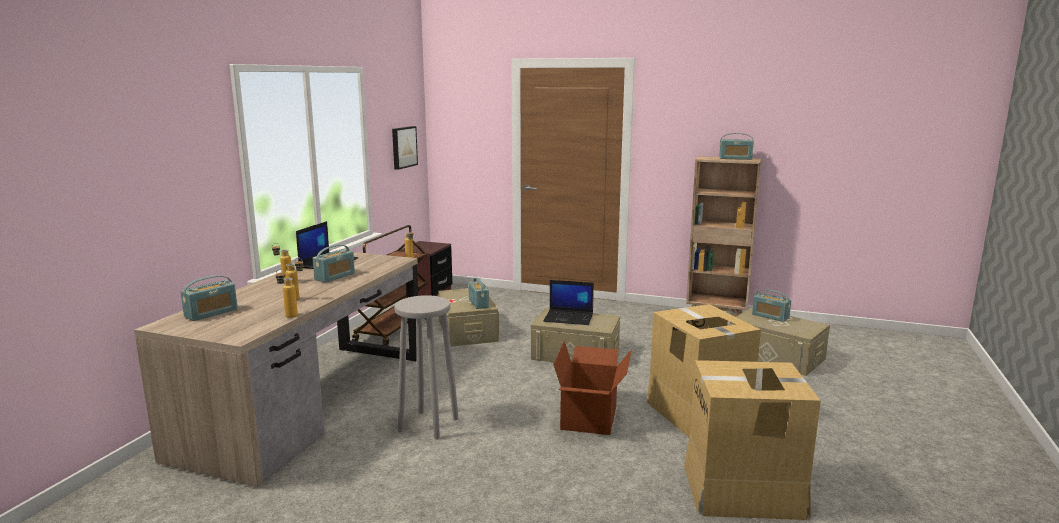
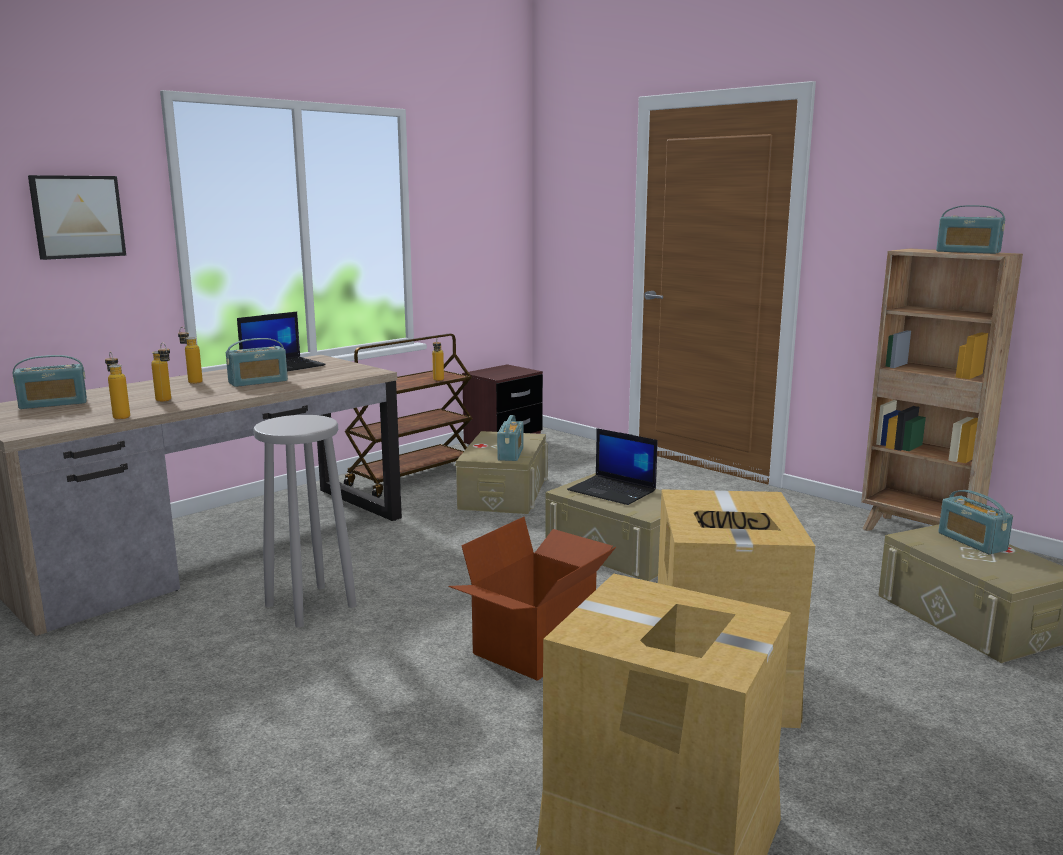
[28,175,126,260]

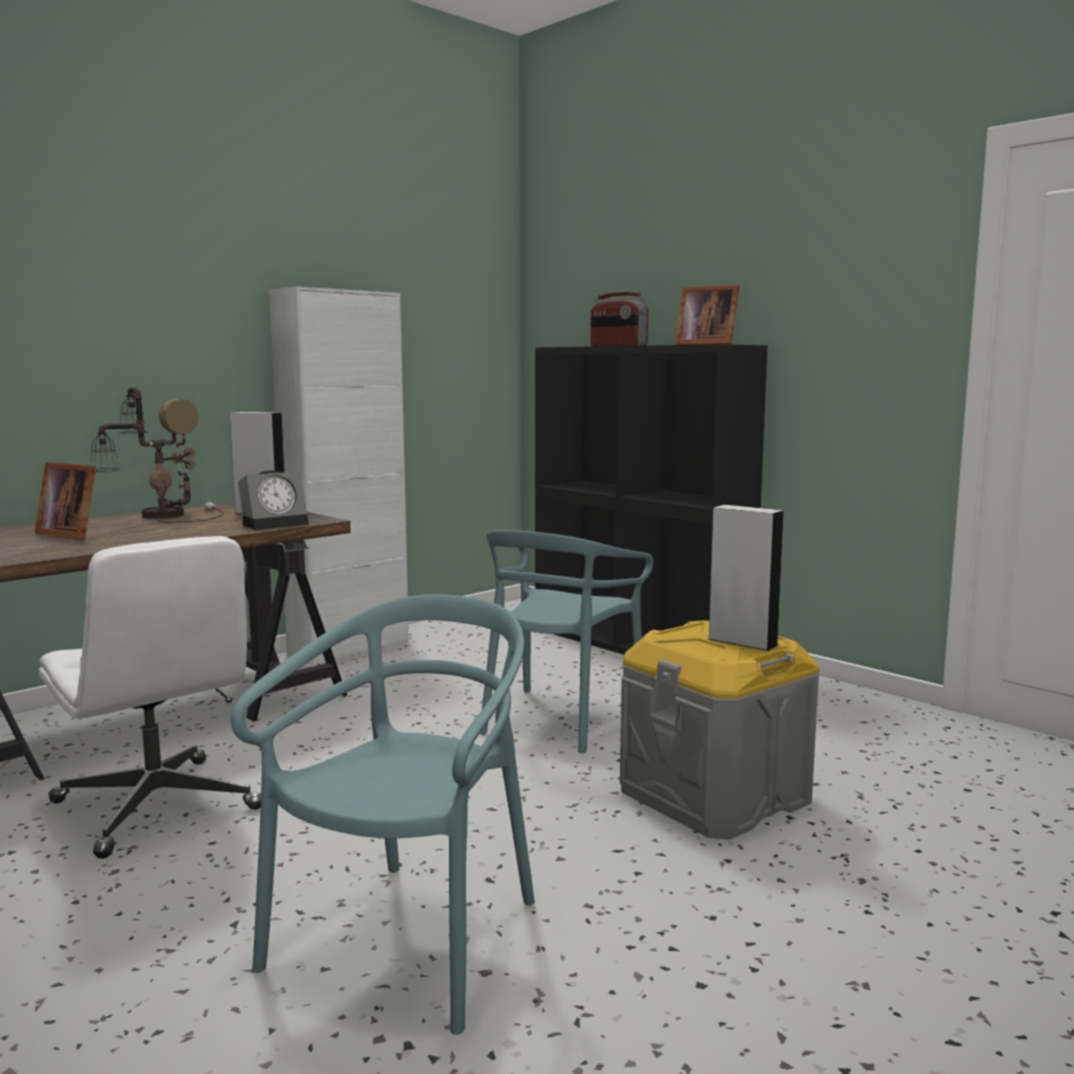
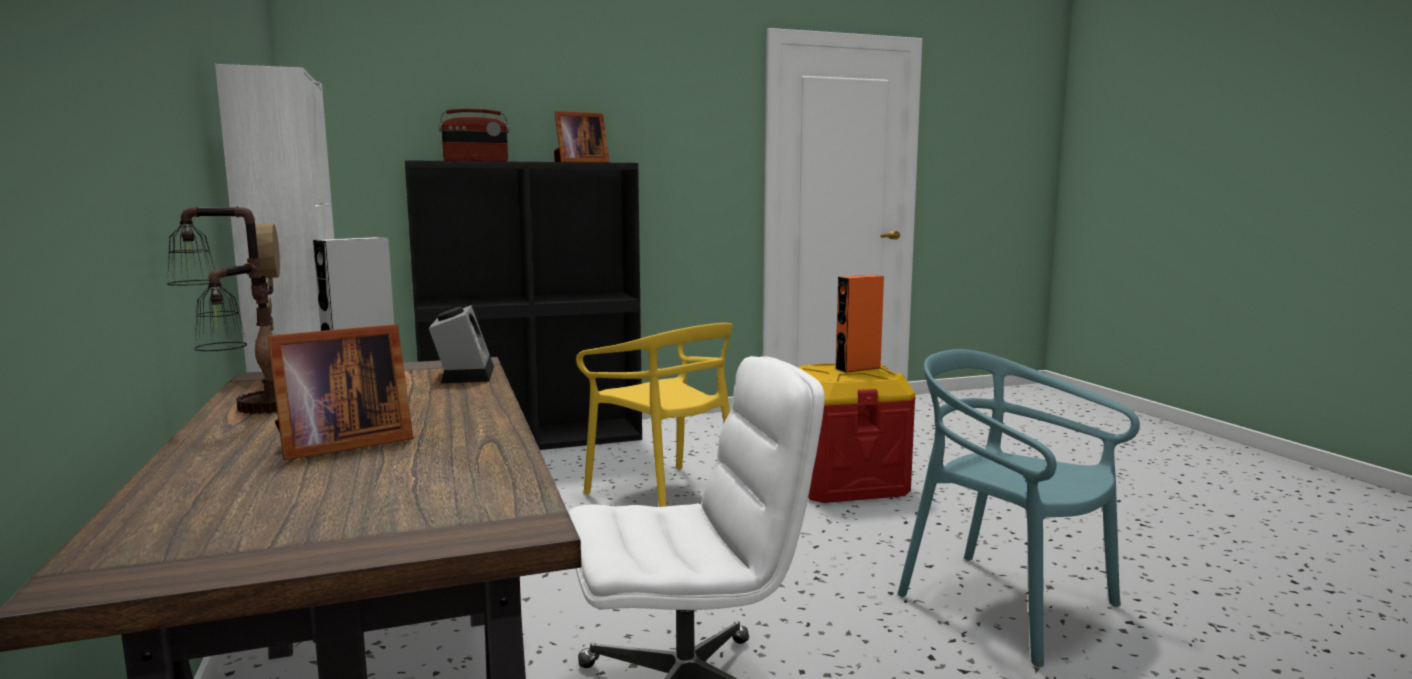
[576,323,732,507]
[798,363,916,503]
[835,275,884,373]

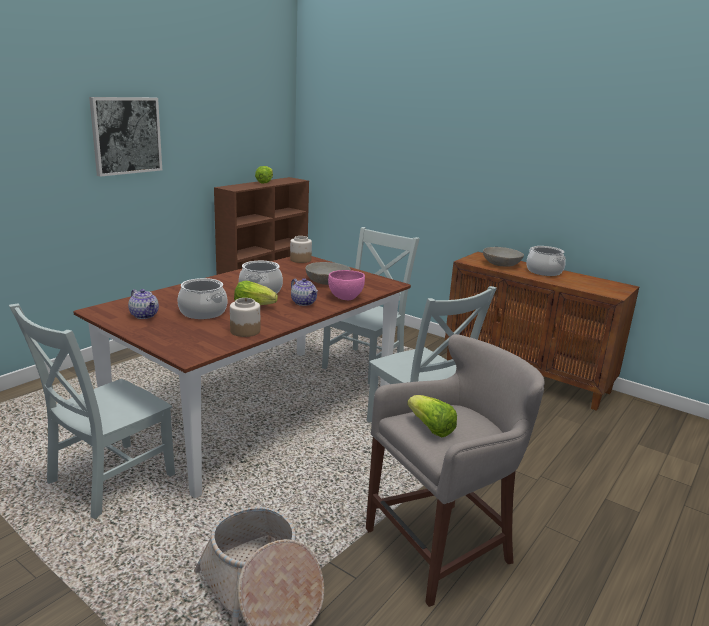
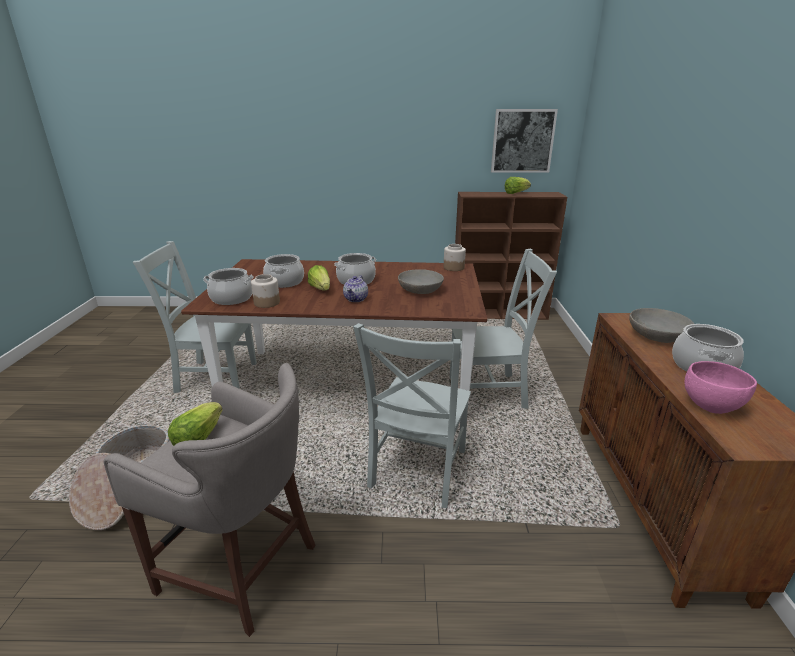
[491,109,558,173]
[128,289,159,319] (first image)
[685,361,757,414]
[203,268,254,305]

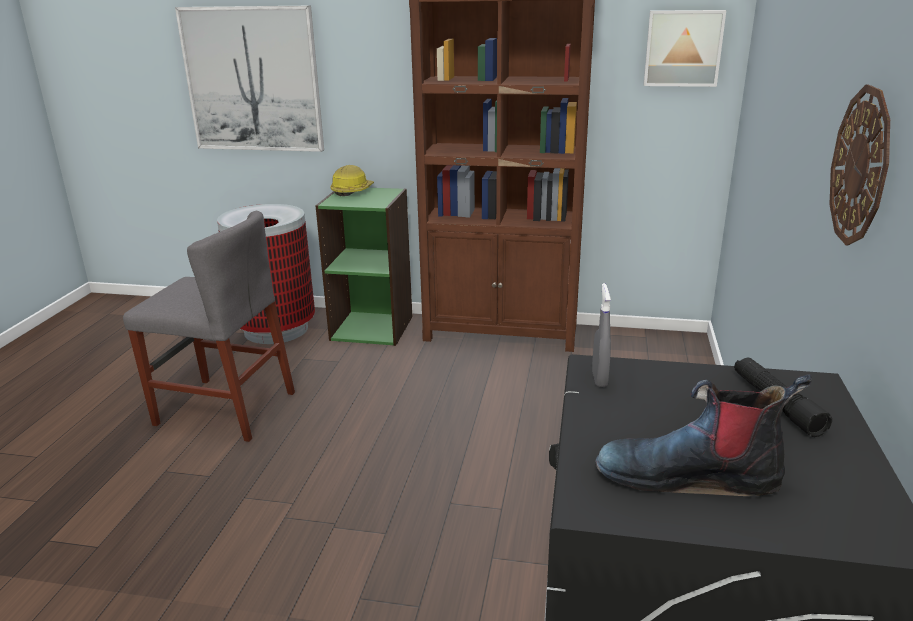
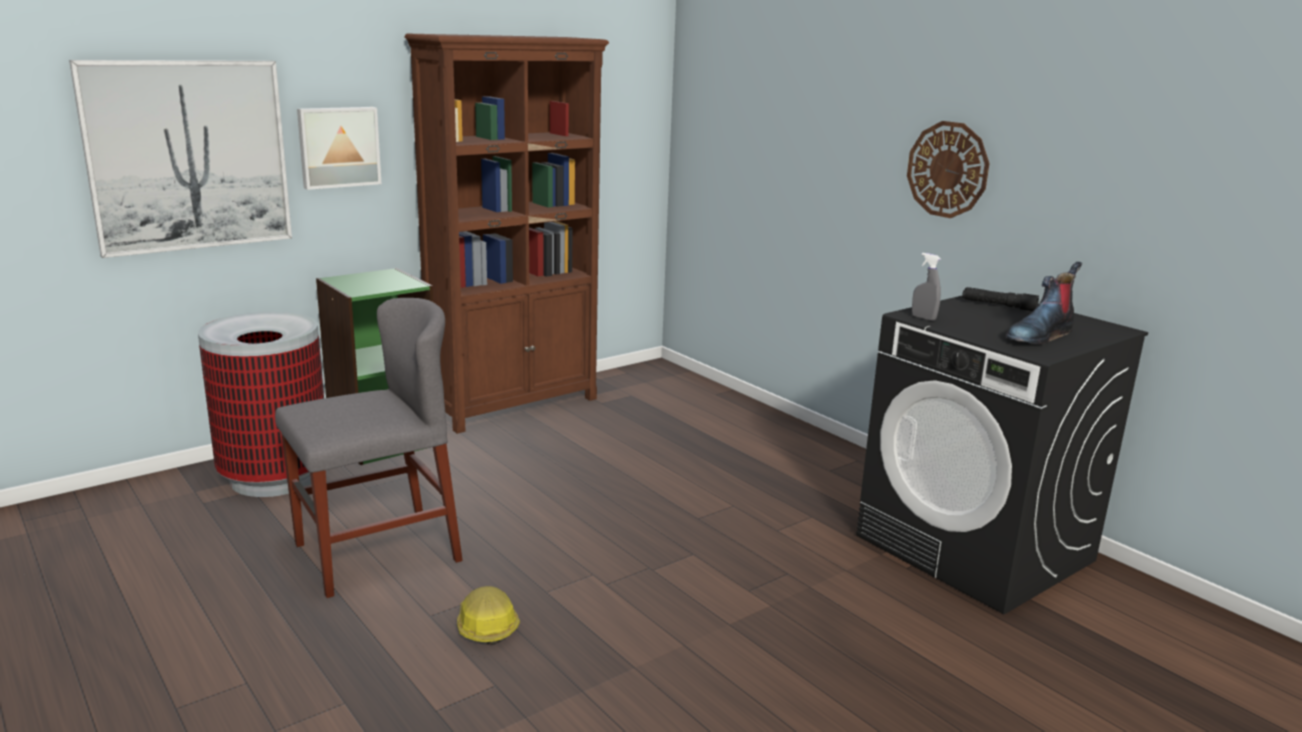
[457,586,520,645]
[297,107,382,190]

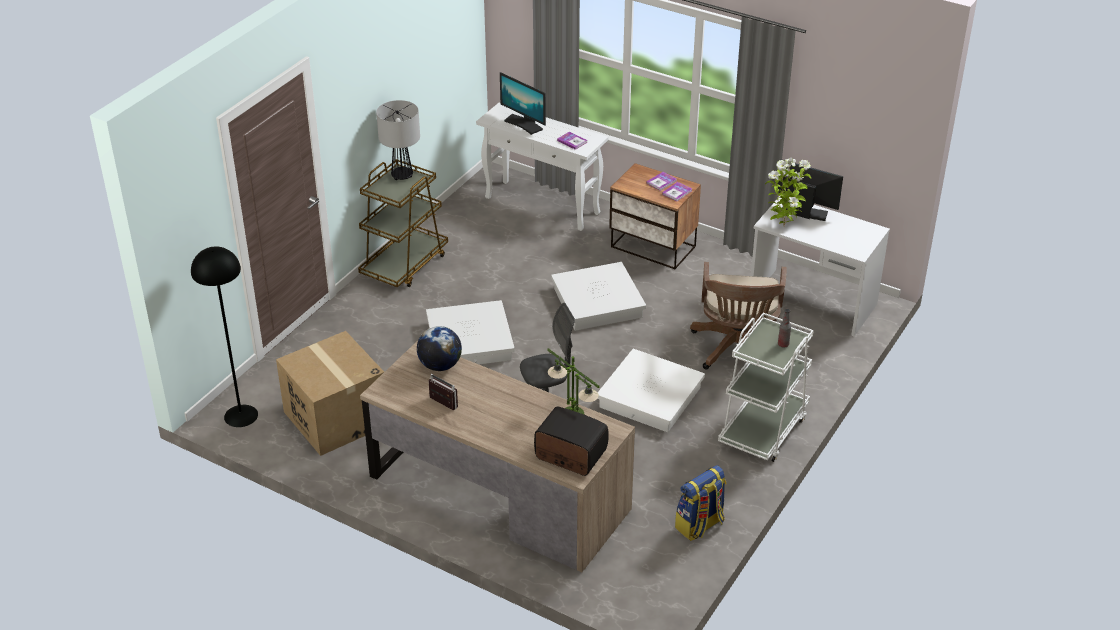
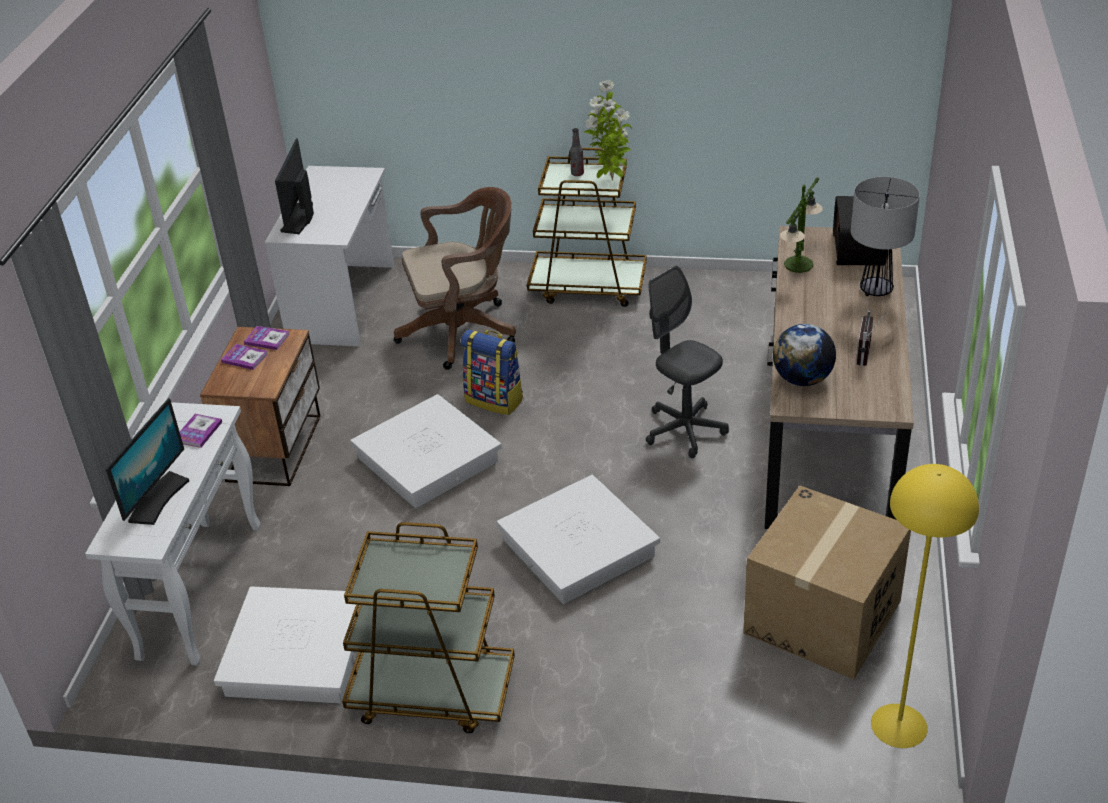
[871,464,979,748]
[851,177,920,296]
[214,587,359,703]
[461,330,523,415]
[527,148,646,307]
[584,80,632,181]

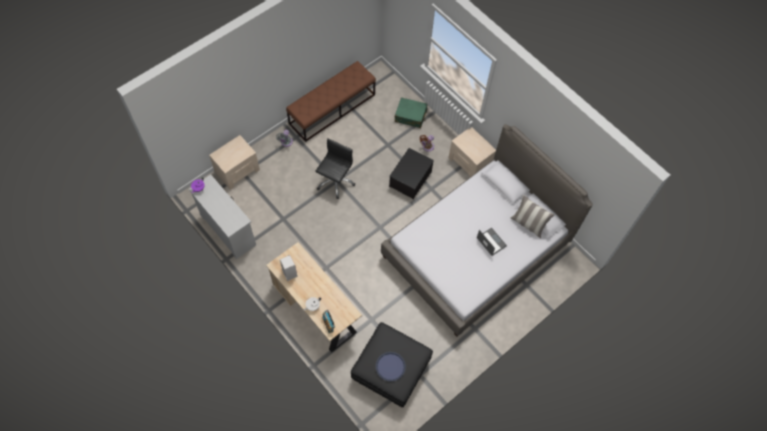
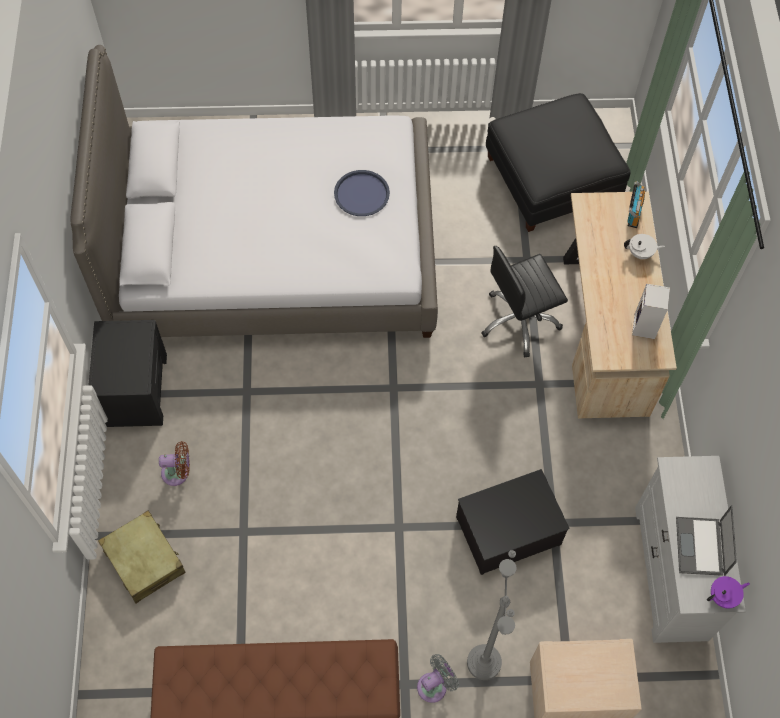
[481,246,568,357]
[334,170,390,216]
[456,469,570,575]
[98,510,185,603]
[89,320,167,427]
[676,505,737,576]
[511,195,554,238] (first image)
[467,550,517,680]

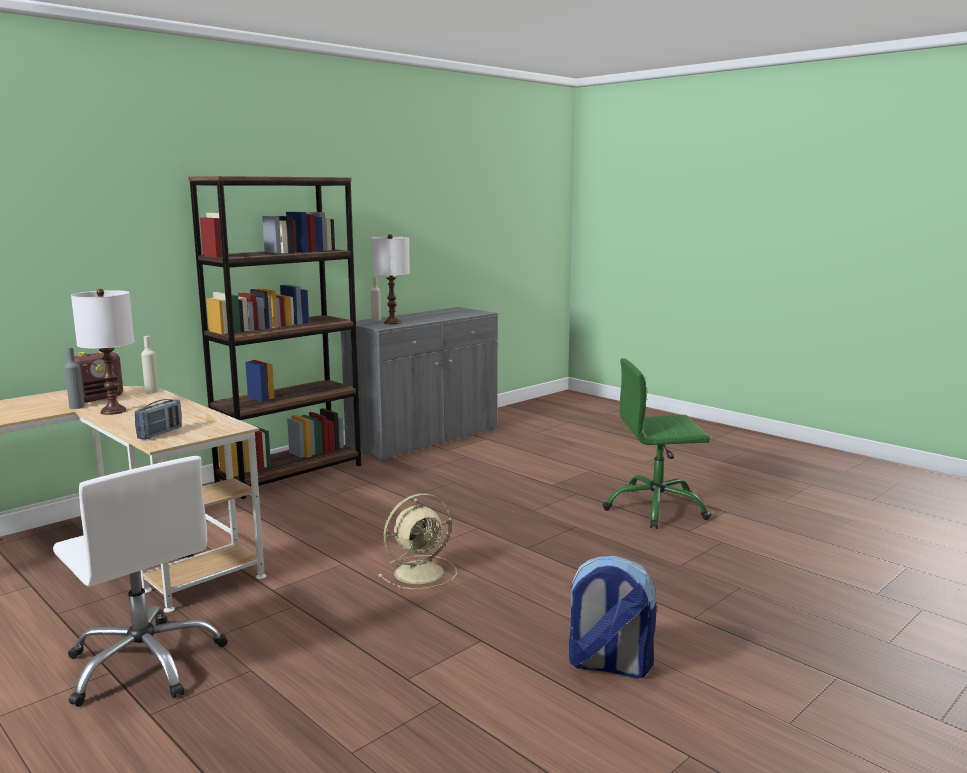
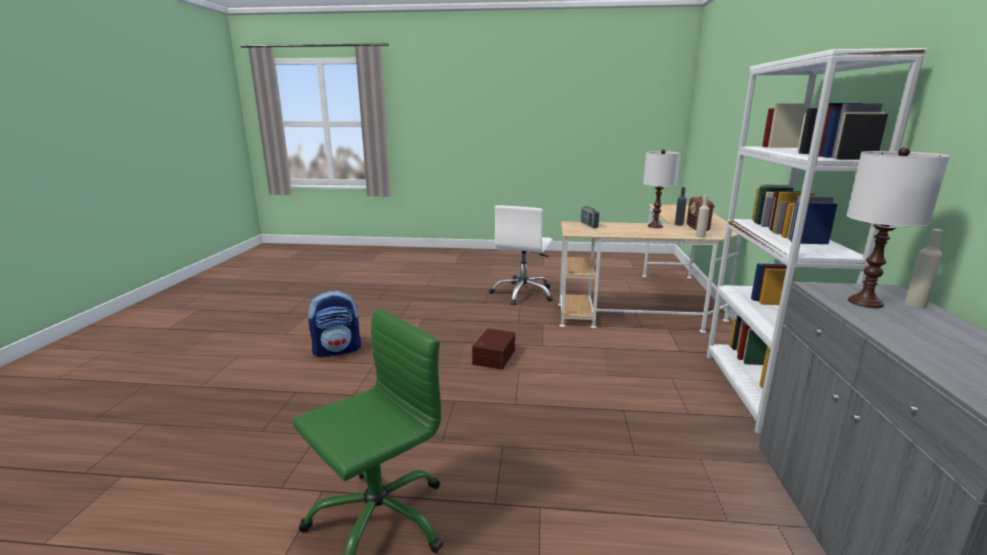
[490,205,553,305]
[707,48,927,434]
[472,328,515,370]

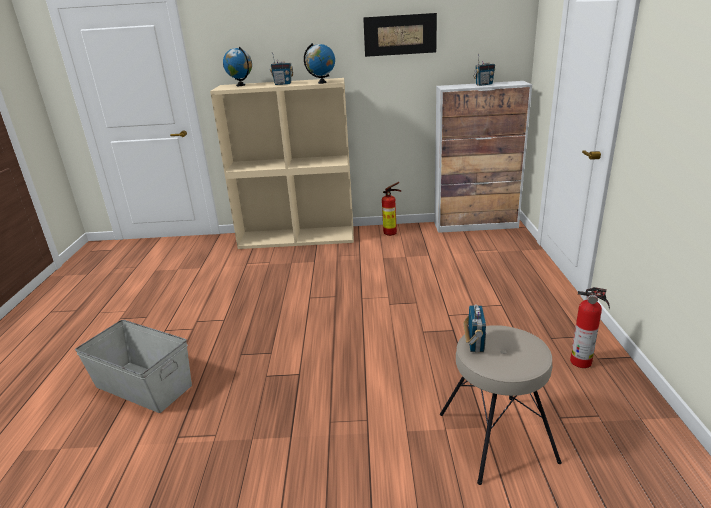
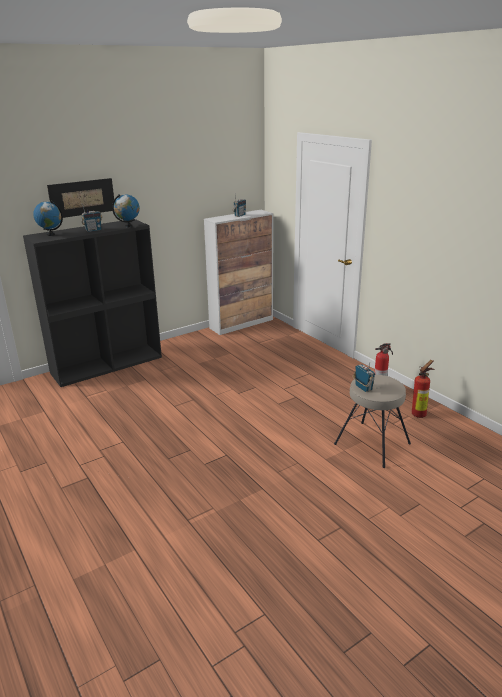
[75,320,192,413] (first image)
[23,219,162,387]
[47,178,114,218]
[412,360,435,418]

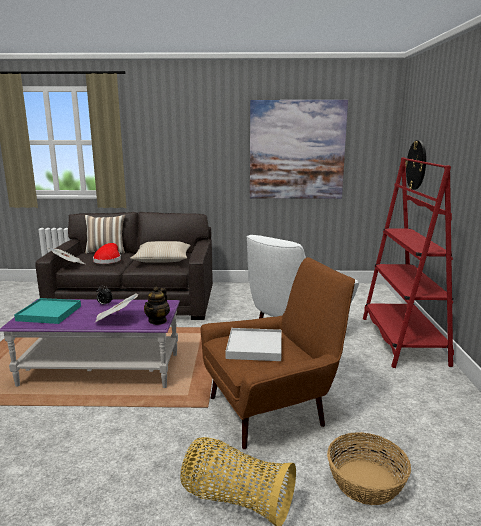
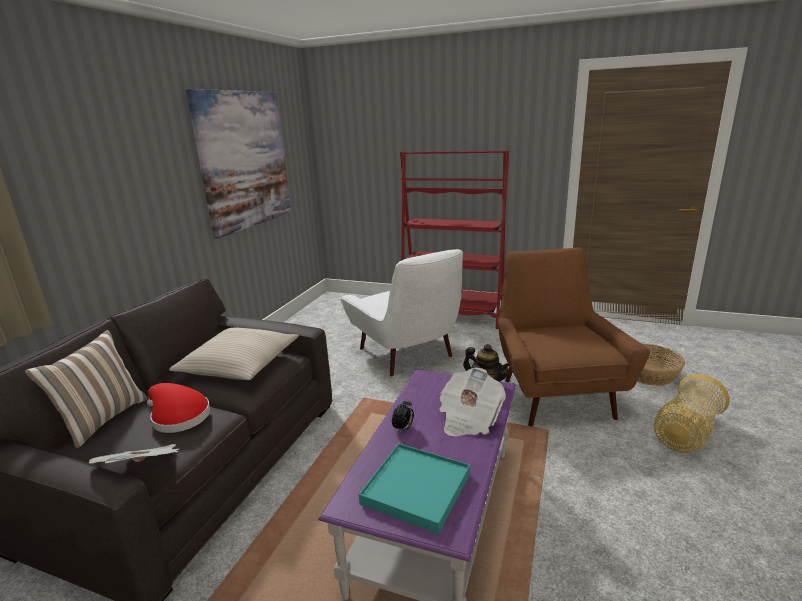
[226,328,282,361] (first image)
[405,140,426,190] (first image)

